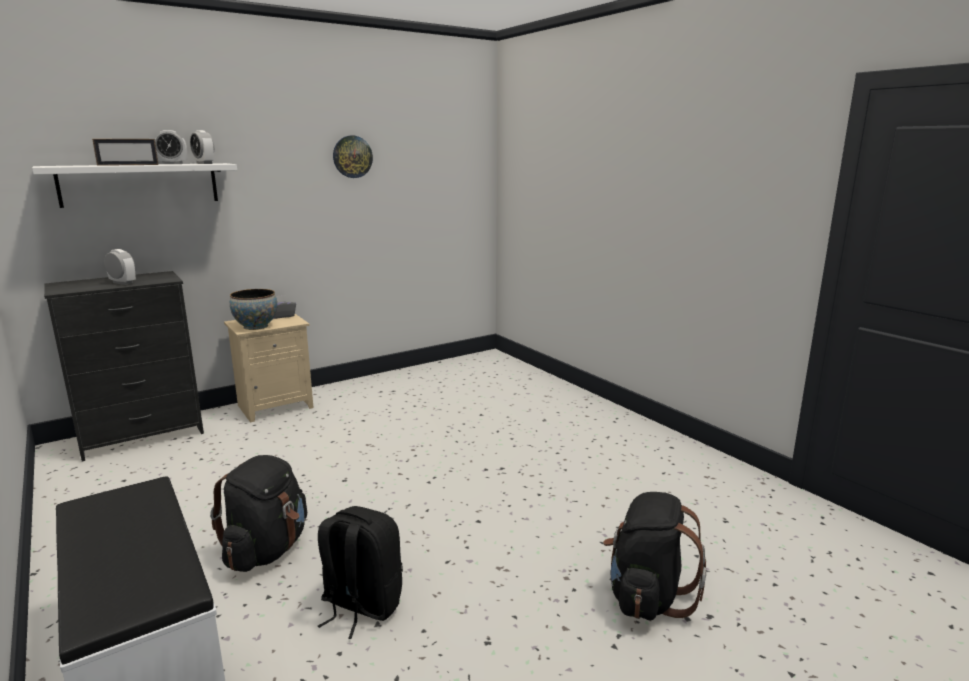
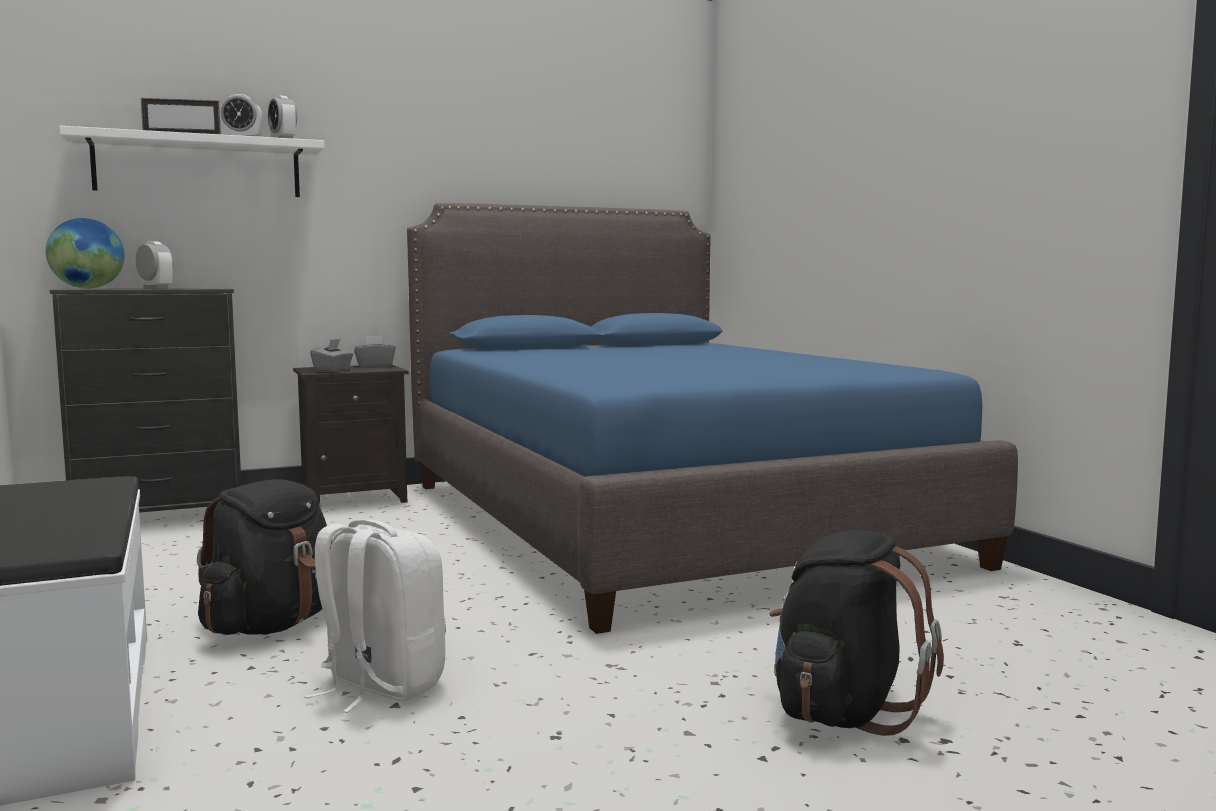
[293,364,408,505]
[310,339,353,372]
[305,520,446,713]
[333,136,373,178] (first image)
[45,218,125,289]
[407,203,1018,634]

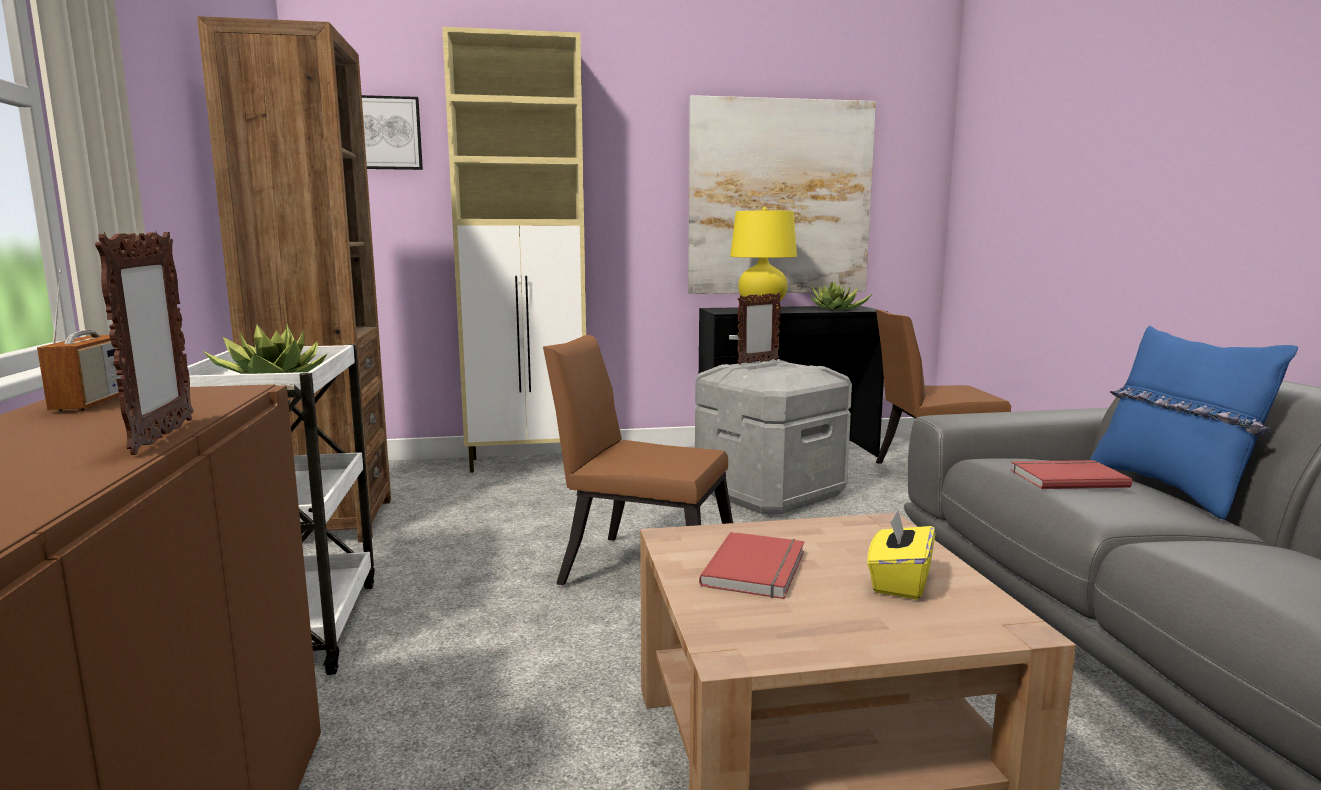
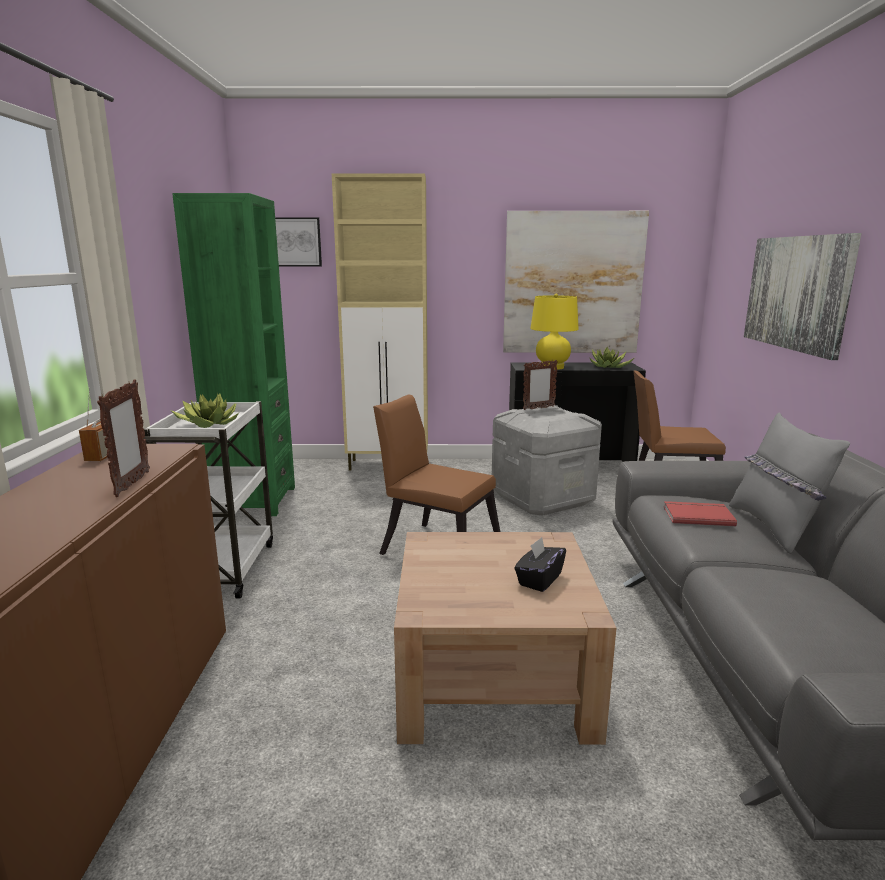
[172,193,295,516]
[699,532,804,599] (first image)
[514,537,566,592]
[729,412,850,554]
[744,233,862,360]

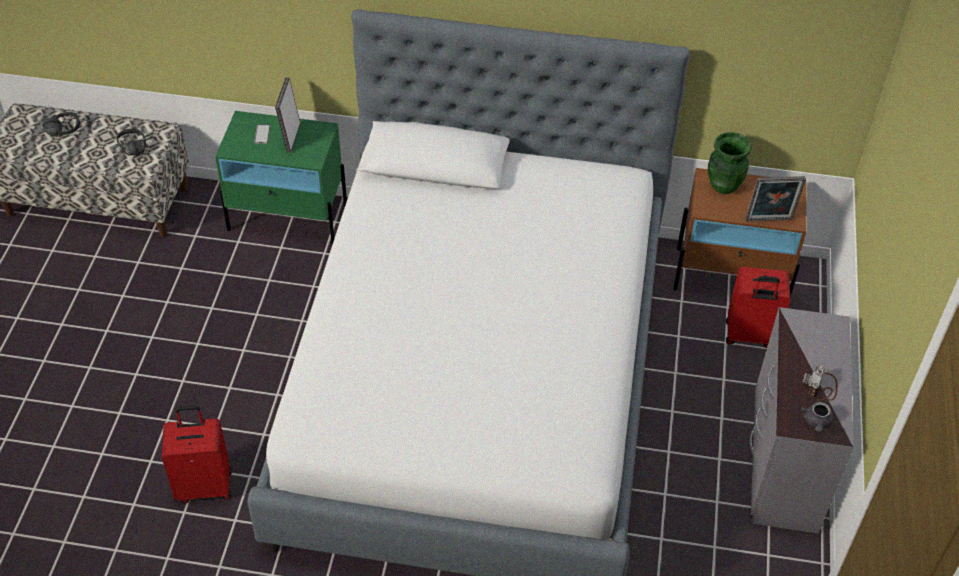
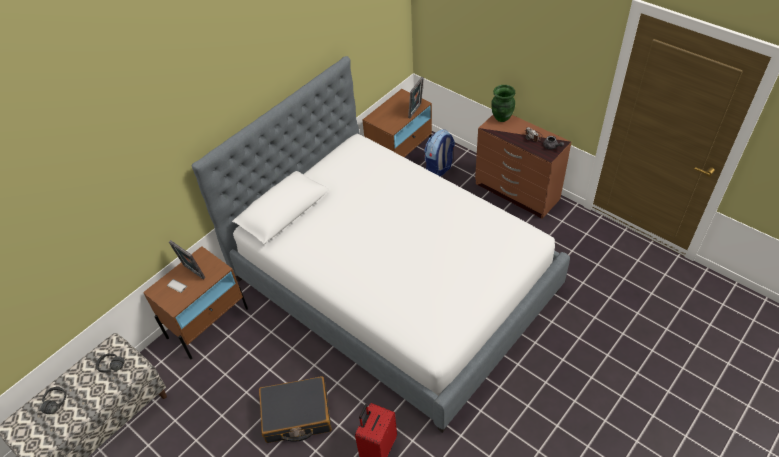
[143,246,248,359]
[491,85,515,122]
[424,129,455,176]
[475,115,571,219]
[259,376,332,443]

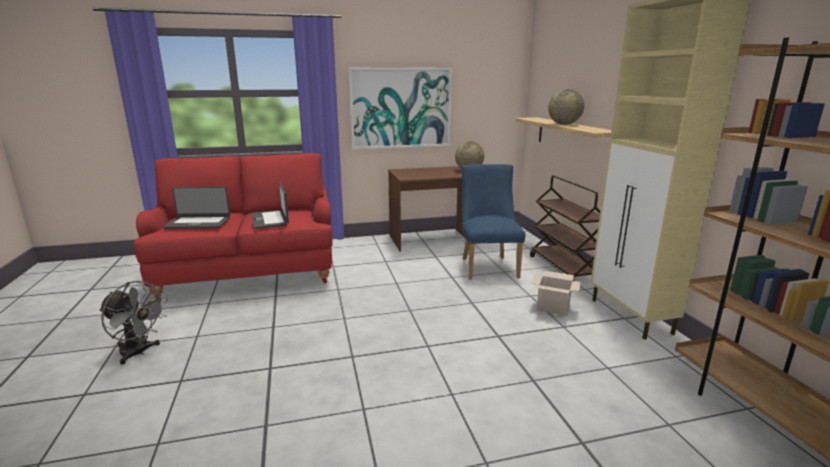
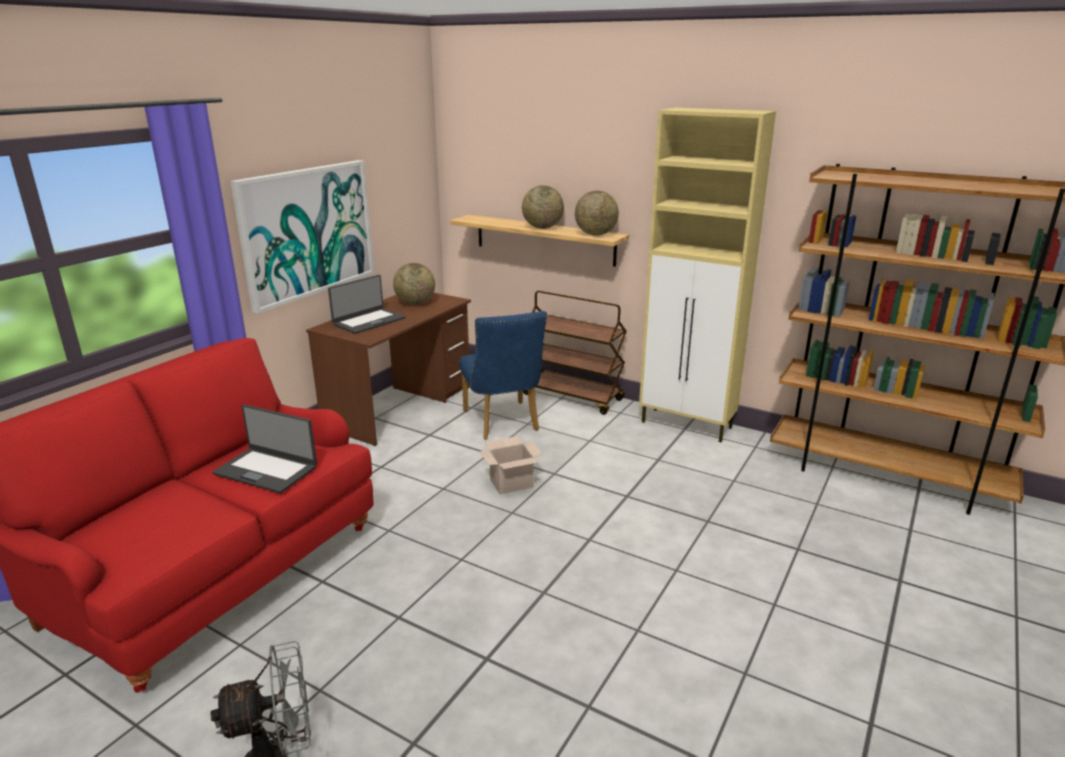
[328,275,405,334]
[459,311,547,439]
[480,436,543,494]
[575,191,619,236]

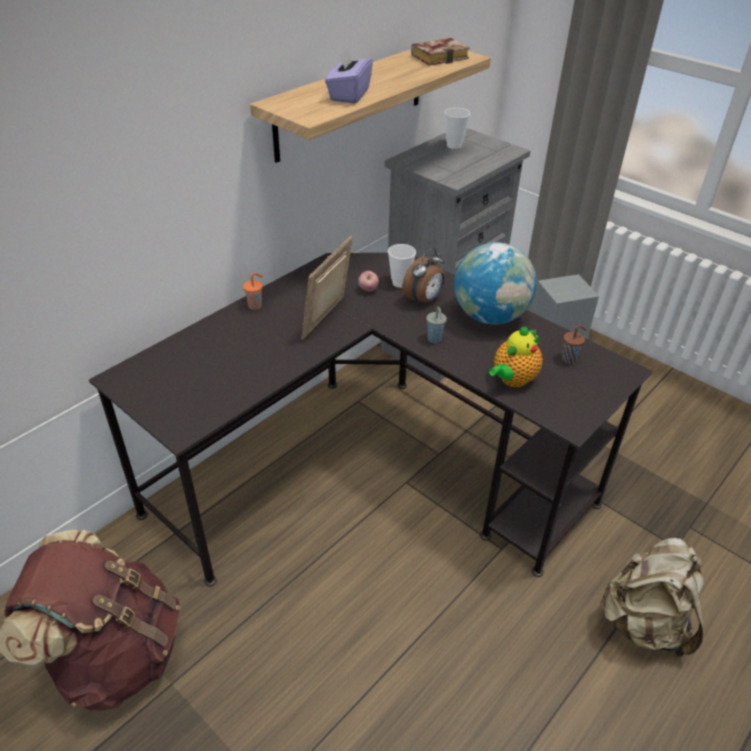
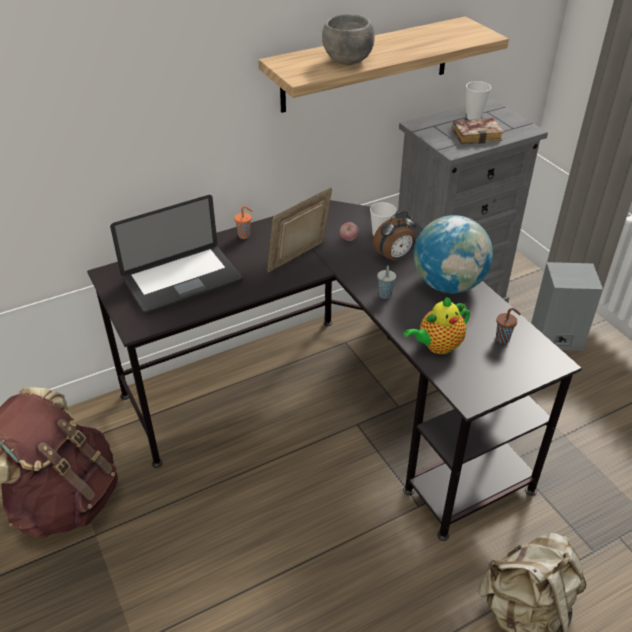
[322,14,375,65]
[452,118,504,144]
[110,195,243,315]

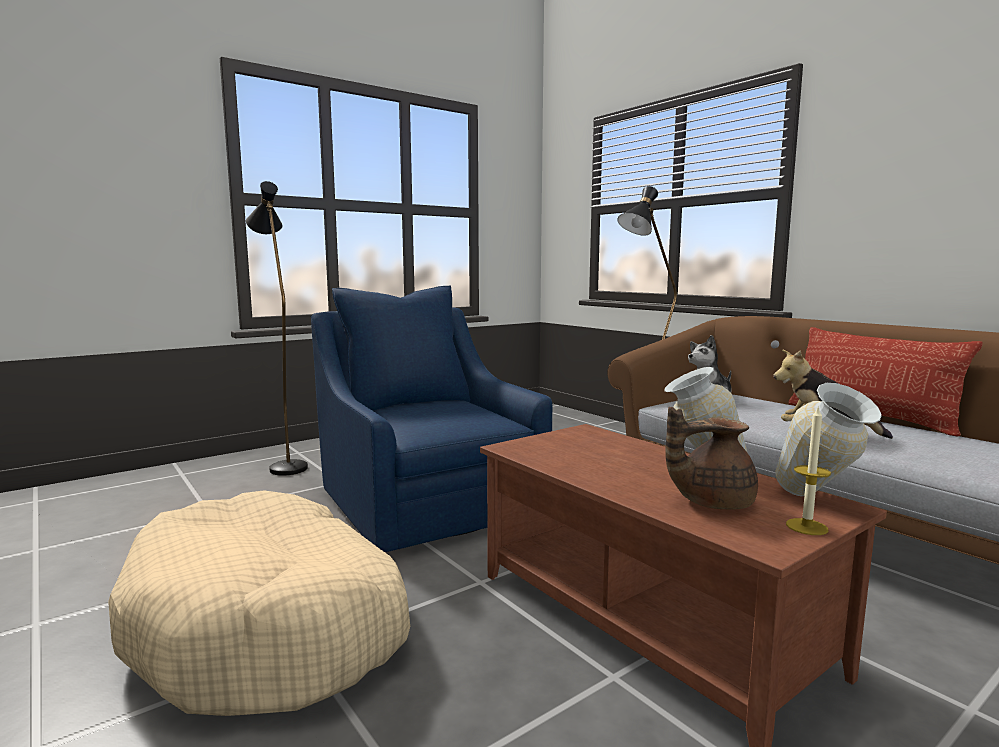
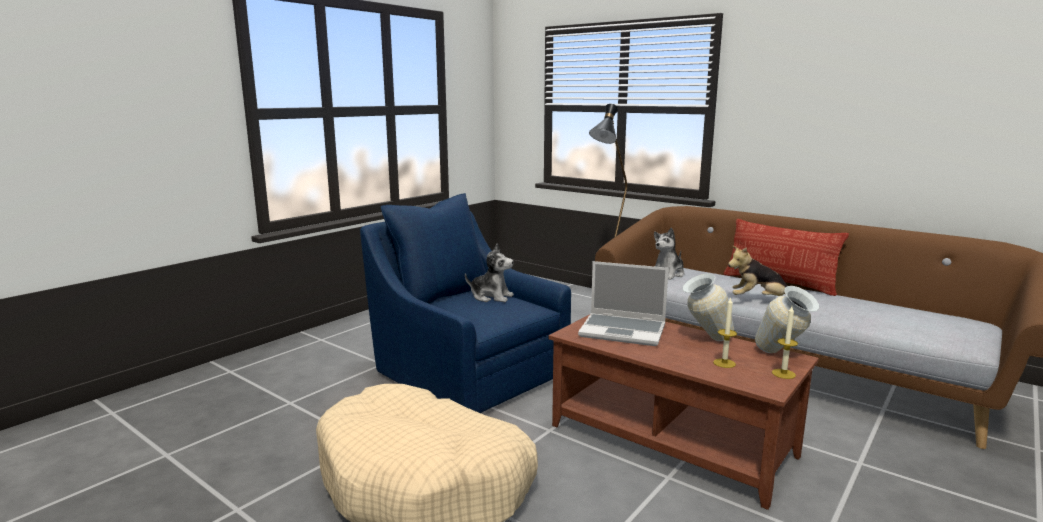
[246,181,308,476] (first image)
[713,297,737,368]
[465,243,514,302]
[578,261,669,346]

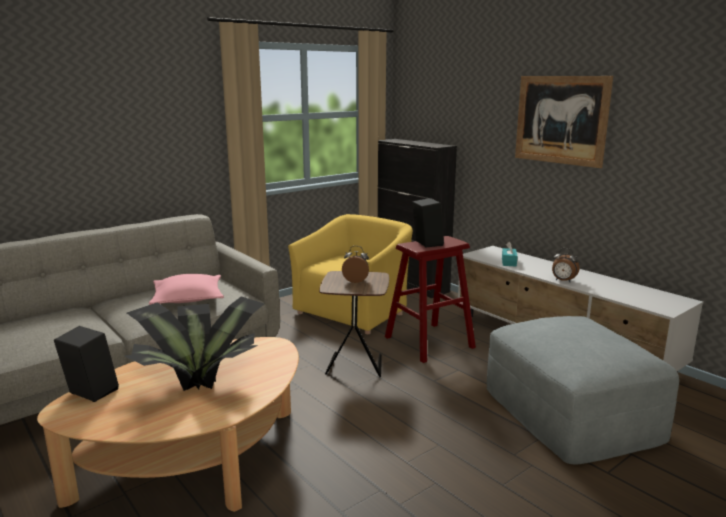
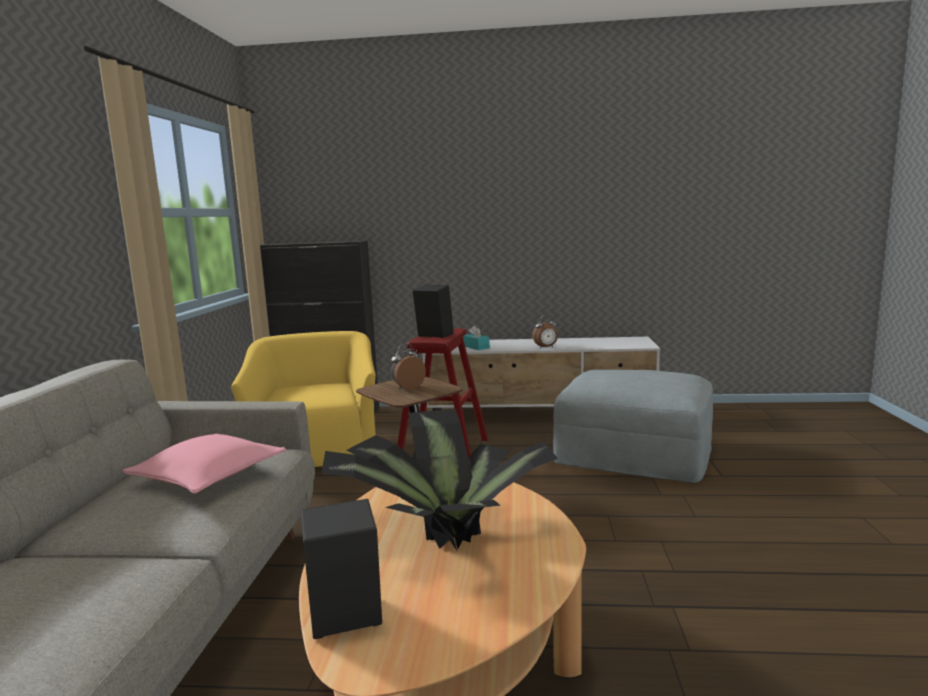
[515,76,613,168] (first image)

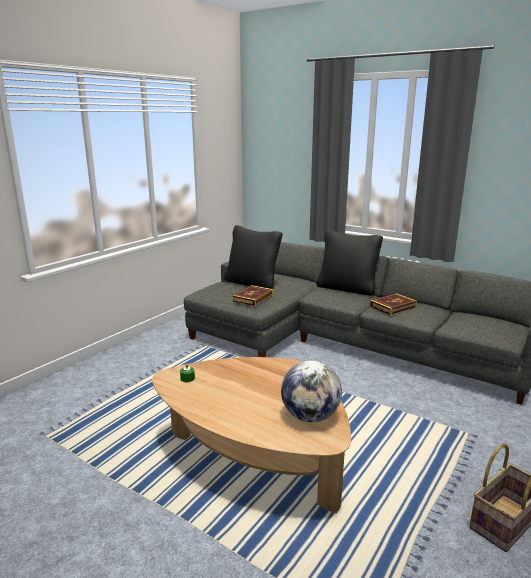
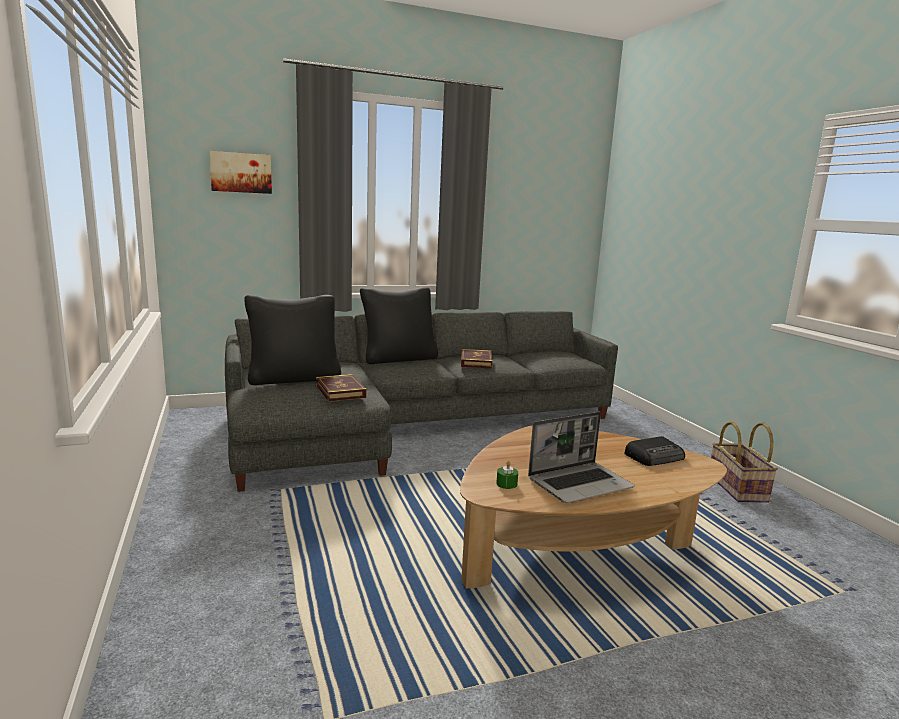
[624,436,685,466]
[210,151,272,194]
[528,412,635,503]

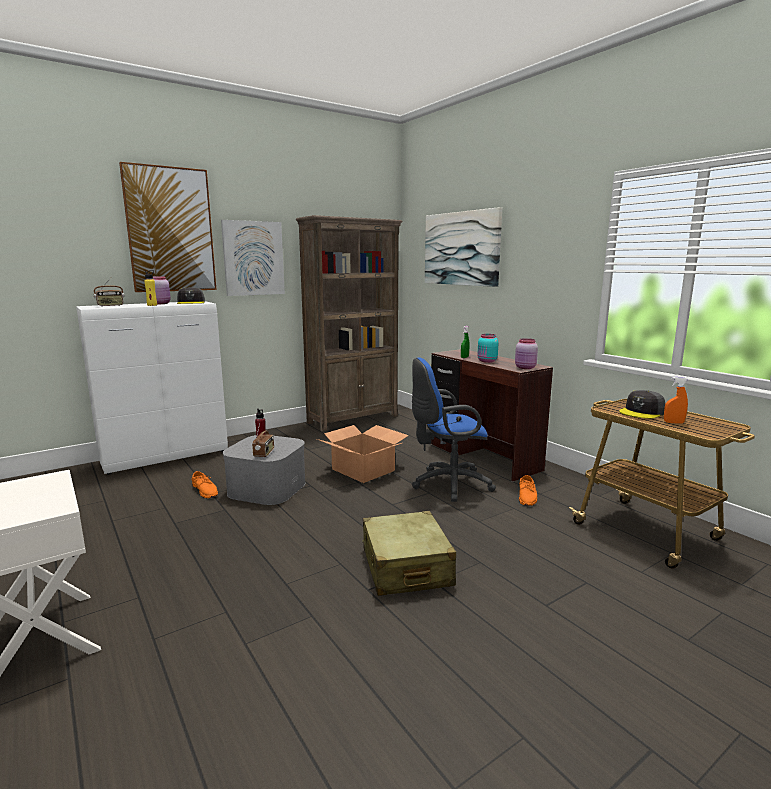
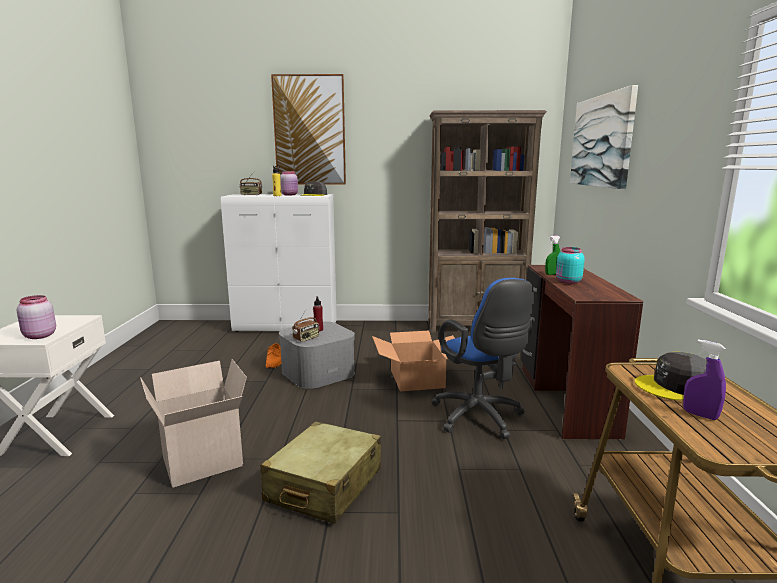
[221,220,285,296] (first image)
[431,278,534,439]
[17,295,56,339]
[519,475,537,506] (first image)
[683,339,726,420]
[140,359,247,487]

